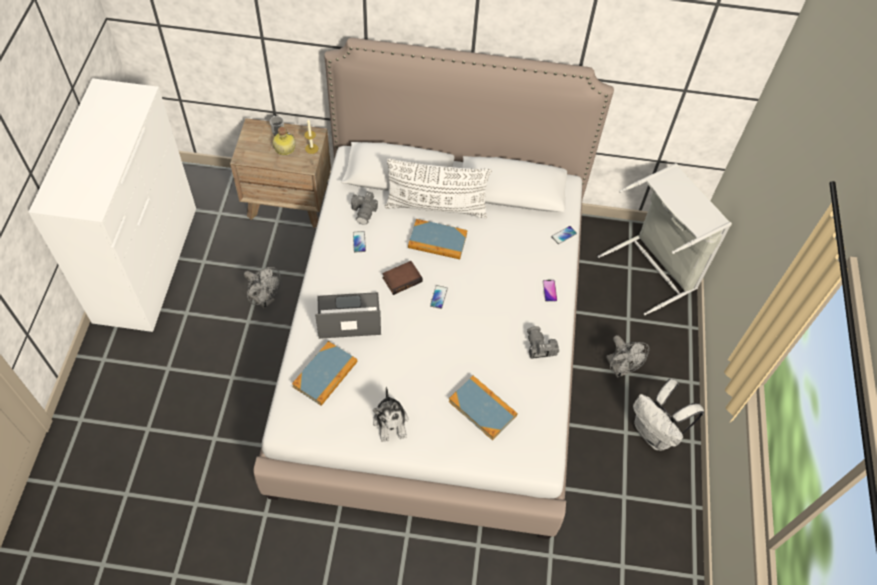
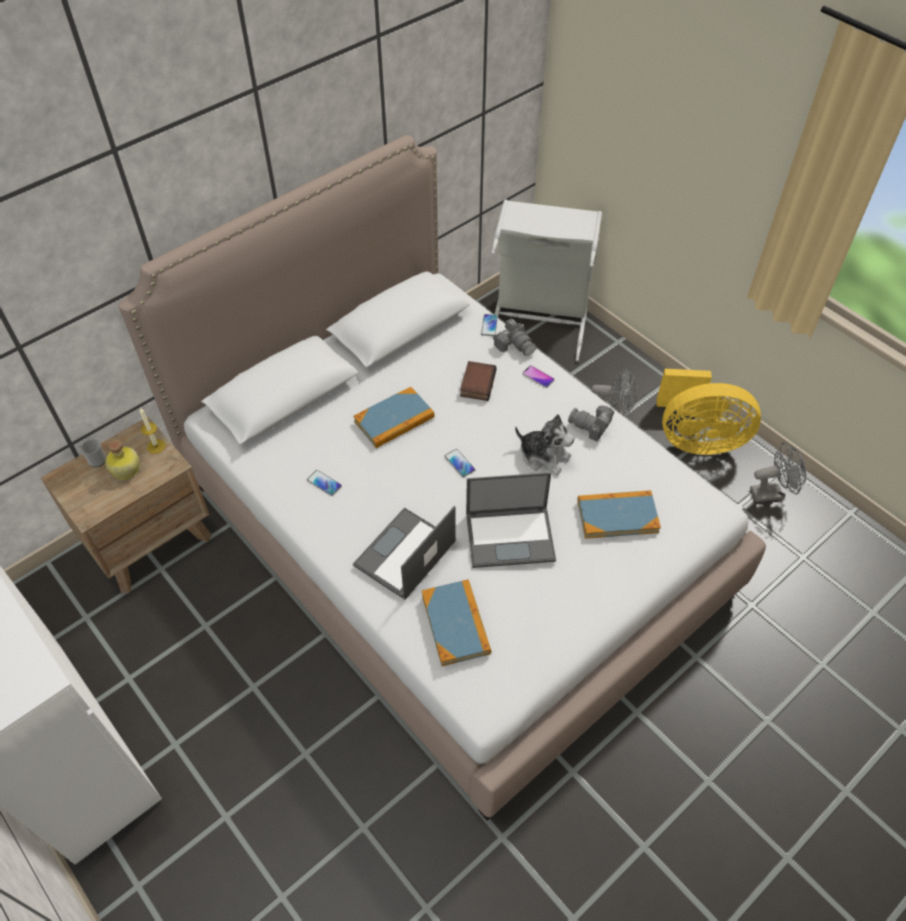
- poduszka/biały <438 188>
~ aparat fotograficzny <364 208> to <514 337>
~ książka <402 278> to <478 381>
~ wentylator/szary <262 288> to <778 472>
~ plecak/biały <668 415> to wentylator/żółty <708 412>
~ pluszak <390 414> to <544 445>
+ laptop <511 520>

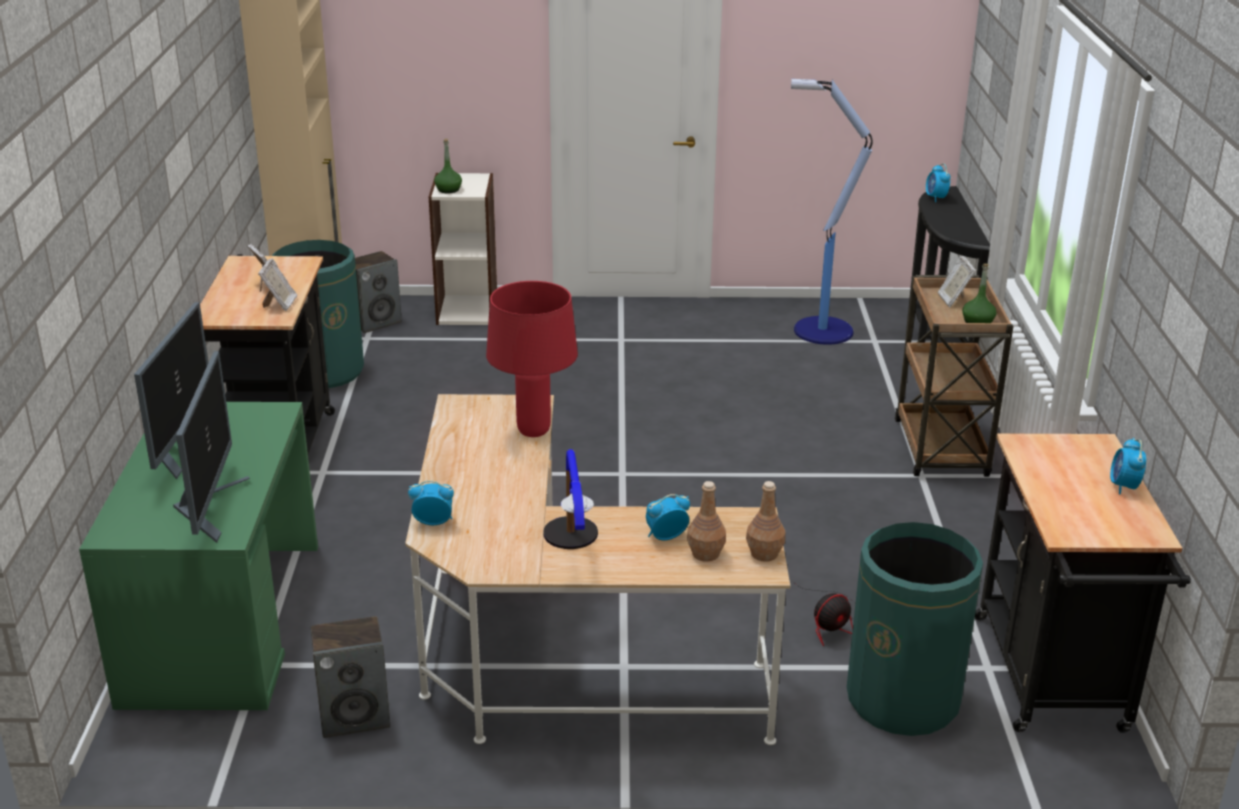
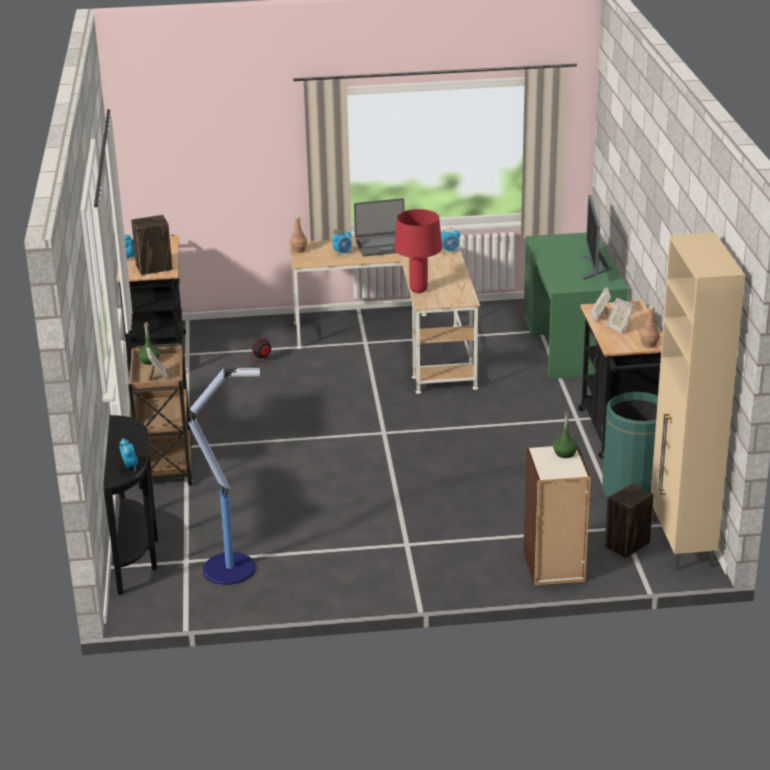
- monitor <211 447>
~ lampa stołowa <570 499> to laptop <379 227>
~ butelka/brązowy <706 521> to <650 326>
- kosz na śmieci/zielony <915 629>
~ głośnik <350 677> to <152 245>

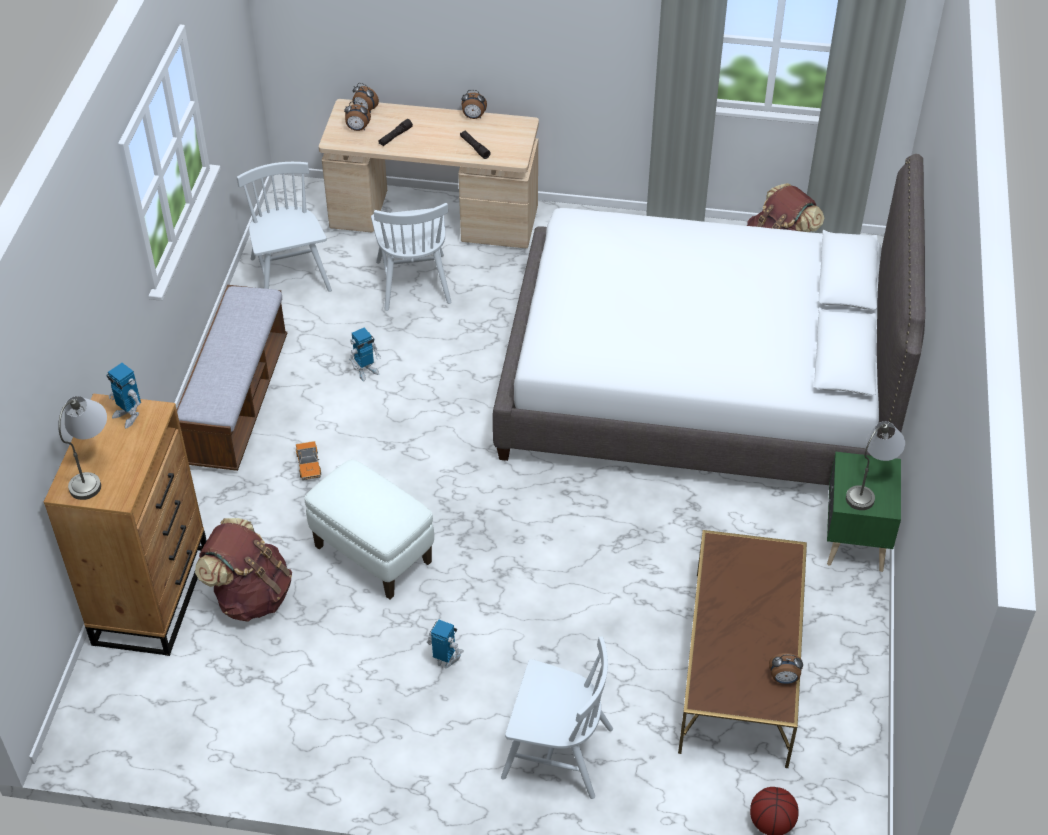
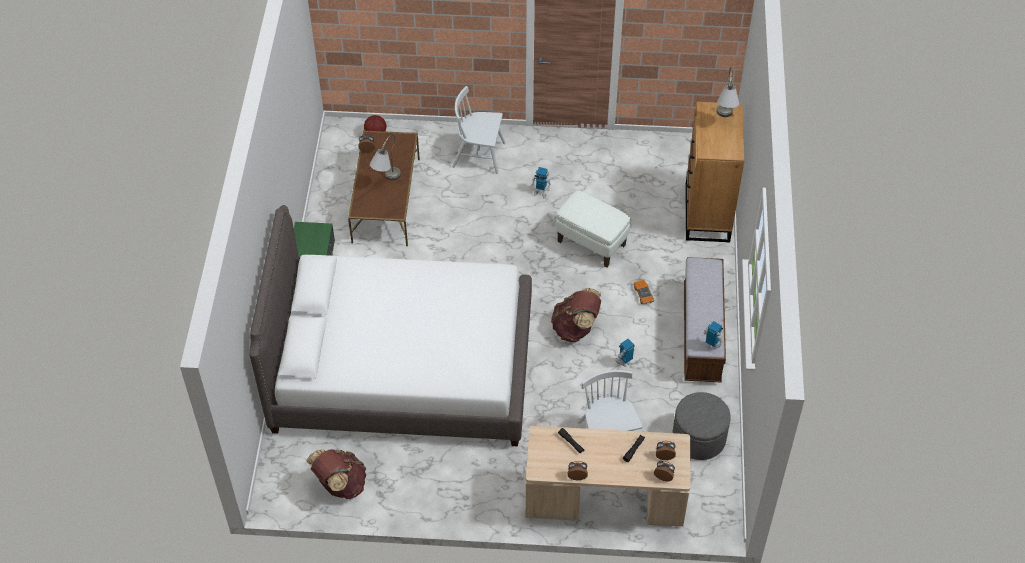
~ krzesło/biały <284 227> to pufa/szary <701 426>
~ robot zabawkowy <123 395> to <714 335>
~ lampa stołowa/szary <875 465> to <385 157>
~ plecak/brązowy <243 570> to <576 315>

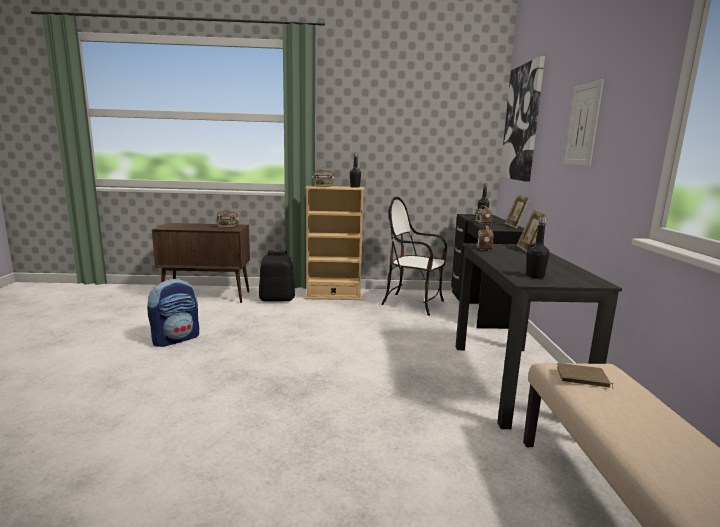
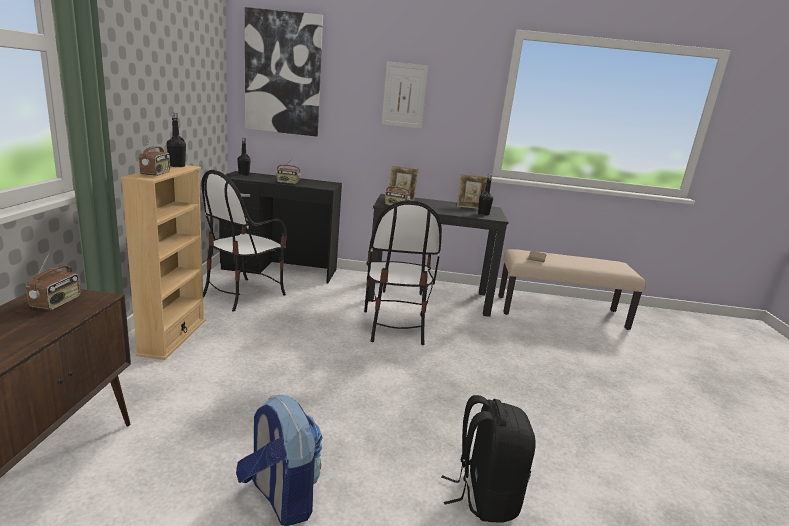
~ ramka na zdjęcie <517 211> to <472 191>
~ plecak/czarny <277 275> to <489 459>
+ krzesło <403 272>

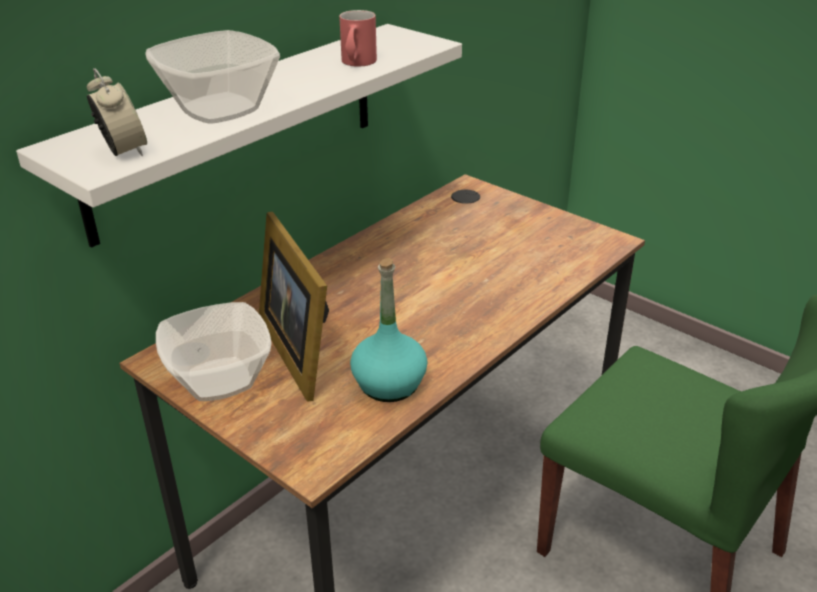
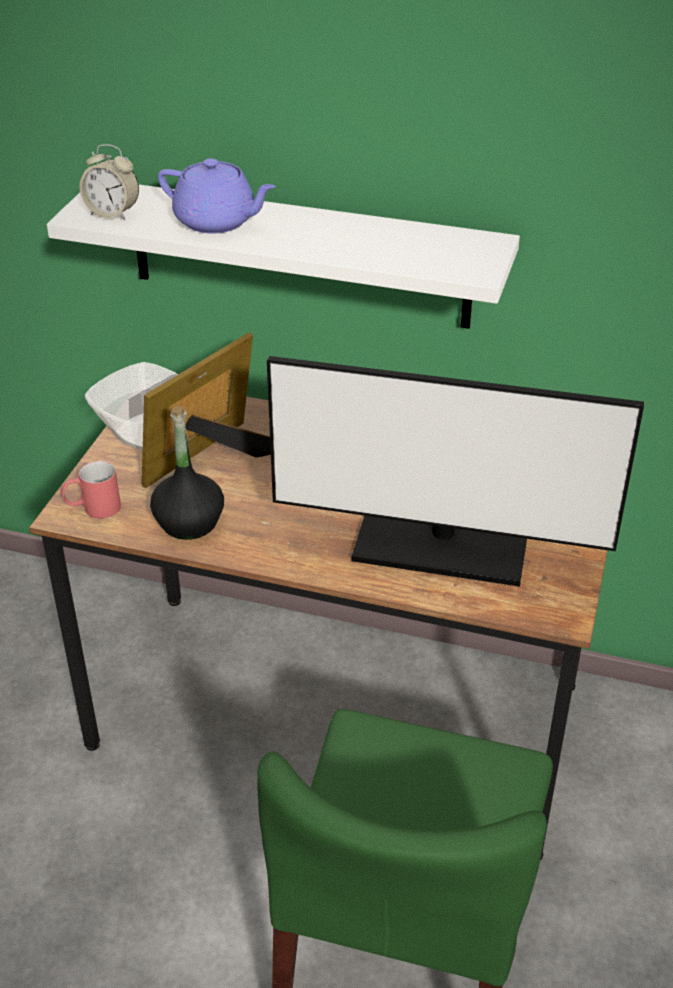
~ kubek/czerwony <358 38> to <91 490>
~ miska <213 77> to imbryk/fioletowy <217 196>
~ budzik <117 112> = <109 182> 75 degrees clockwise
~ butelka/turkusowy <389 330> to butelka/czarny <187 473>
+ monitor <455 471>

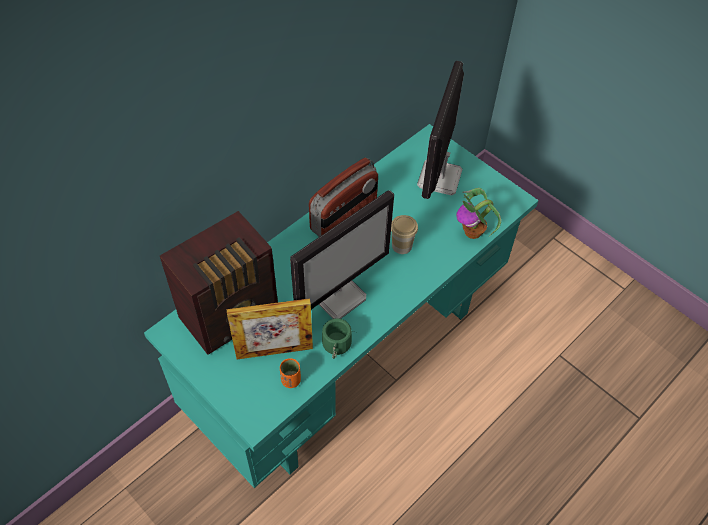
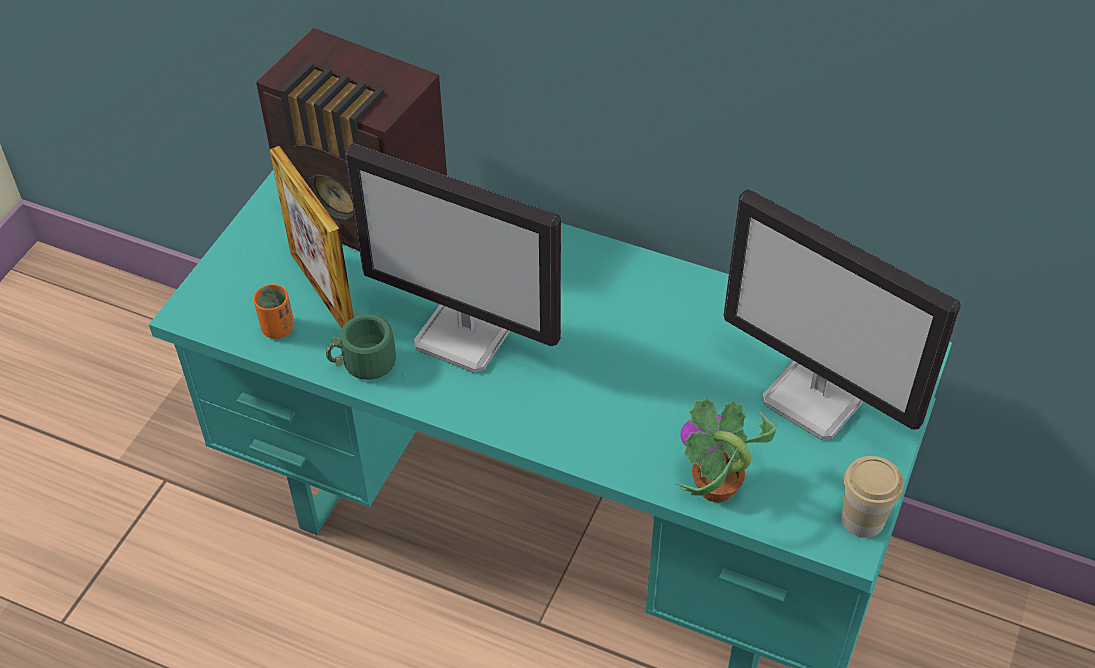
~ monitor <440 130> = <842 314> 135 degrees counterclockwise
- radio <343 197>
~ filiżanka <404 234> to <872 497>

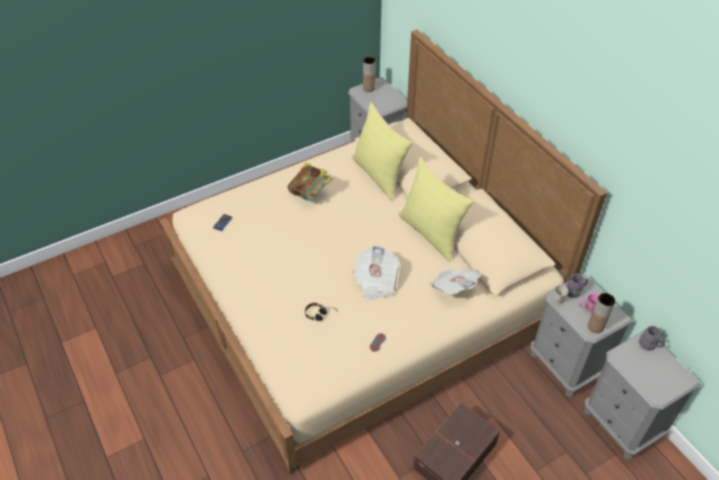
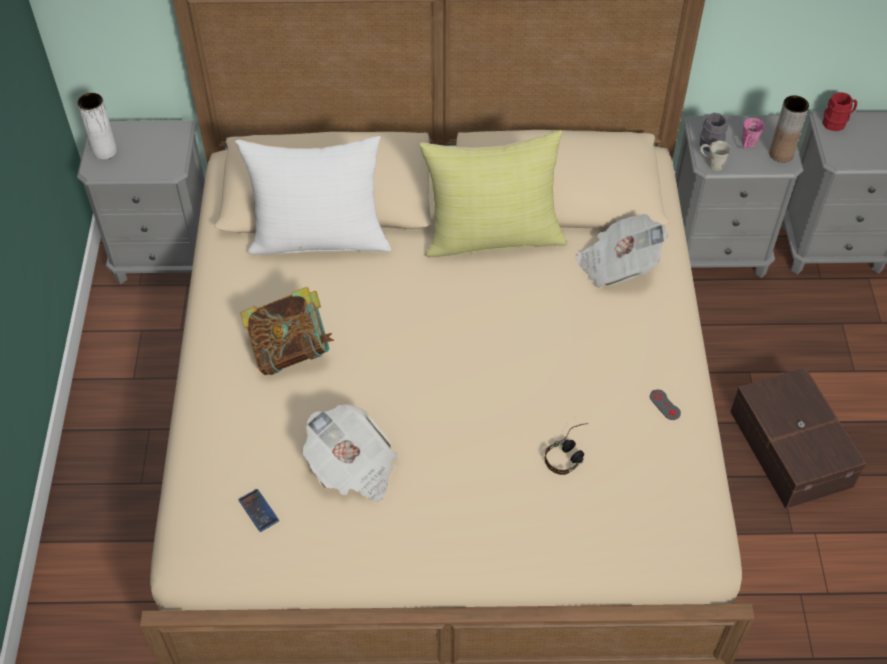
~ wazon/brązowy <369 74> to wazon/biały <97 126>
~ poduszka/żółty <382 152> to poduszka/biały <313 195>
~ gazeta <377 273> to <350 453>
~ kubek/szary <652 338> to kubek/czerwony <839 111>

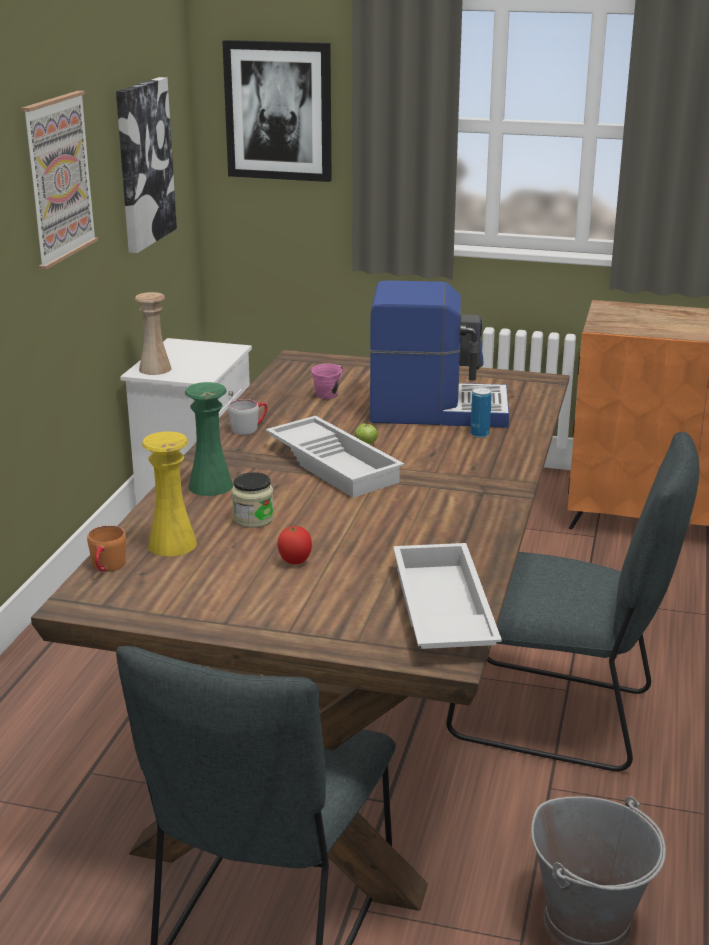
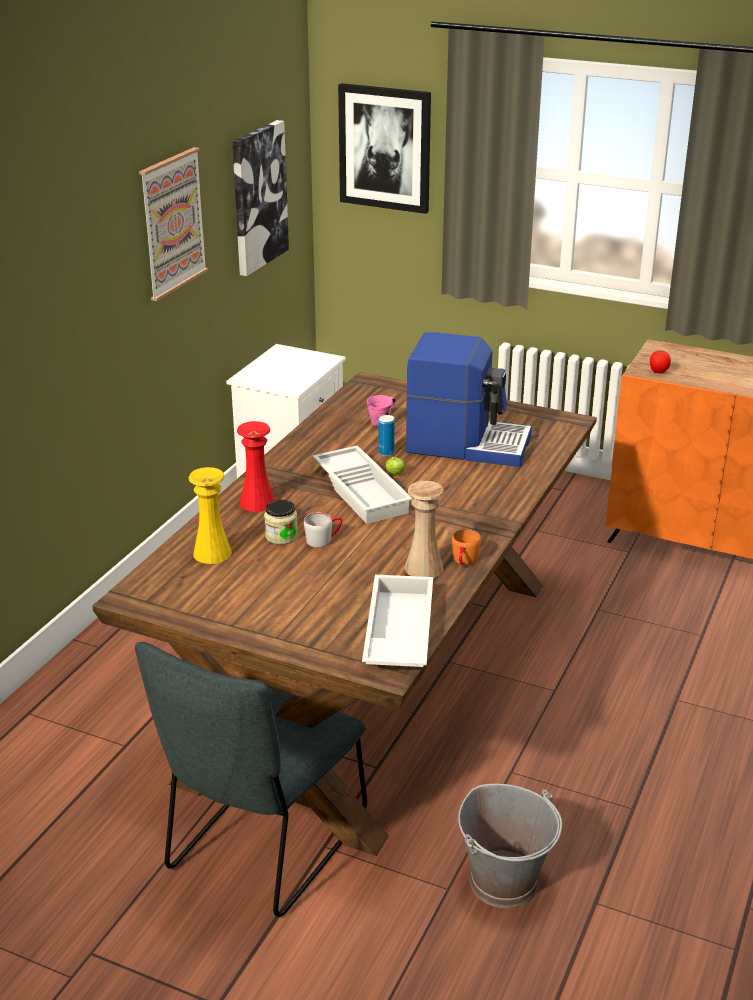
~ wazon/beżowy <153 333> to <424 529>
~ wazon/zielony <209 439> to wazon/czerwony <256 466>
~ puszka <481 412> to <386 435>
~ kubek/szary <248 417> to <323 530>
- krzesło/szary <573 601>
~ kubek/pomarańczowy <106 548> to <466 547>
~ pomidor <294 545> to <660 361>

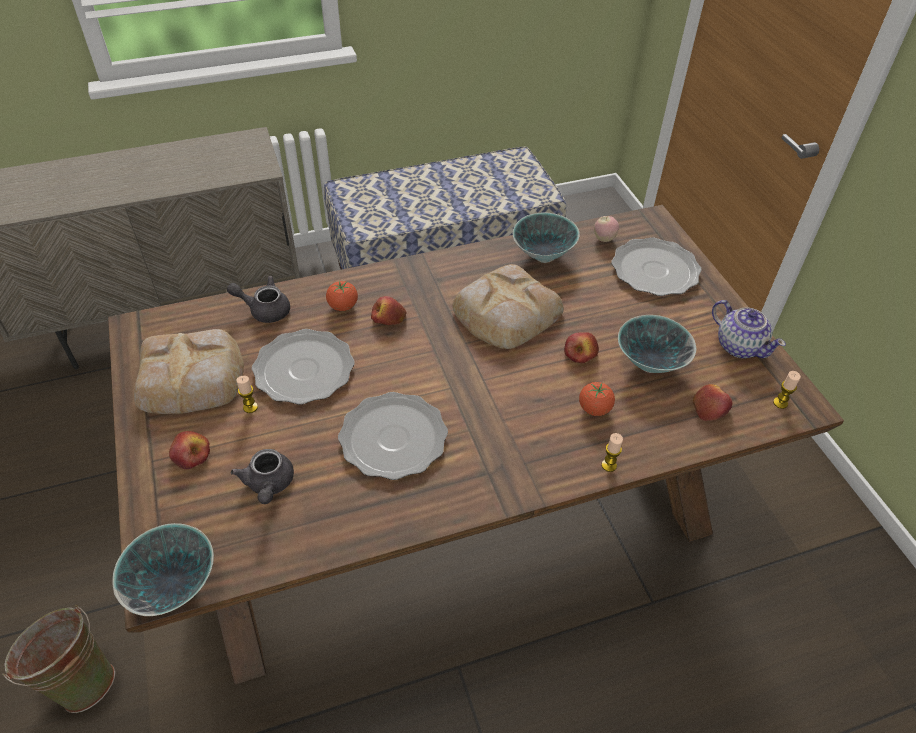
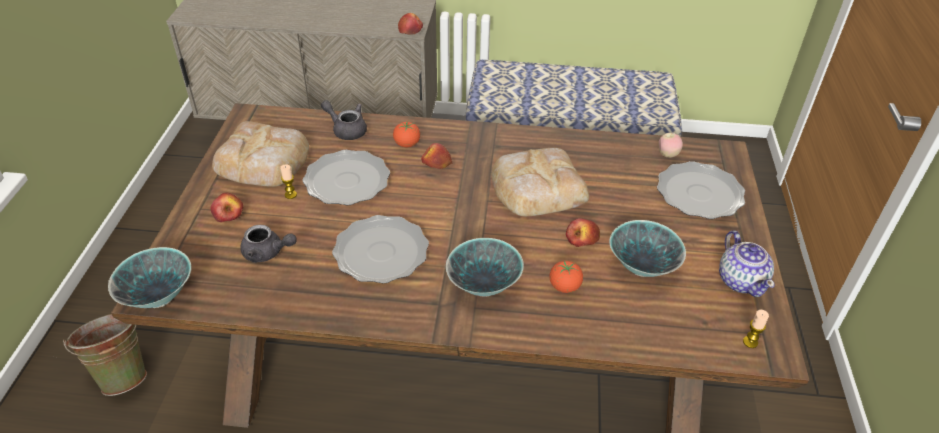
~ miska <546 238> to <485 267>
~ jabłko <712 402> to <410 24>
- świeca <612 452>
~ imbryk/szary <262 476> = <268 244> 90 degrees counterclockwise

